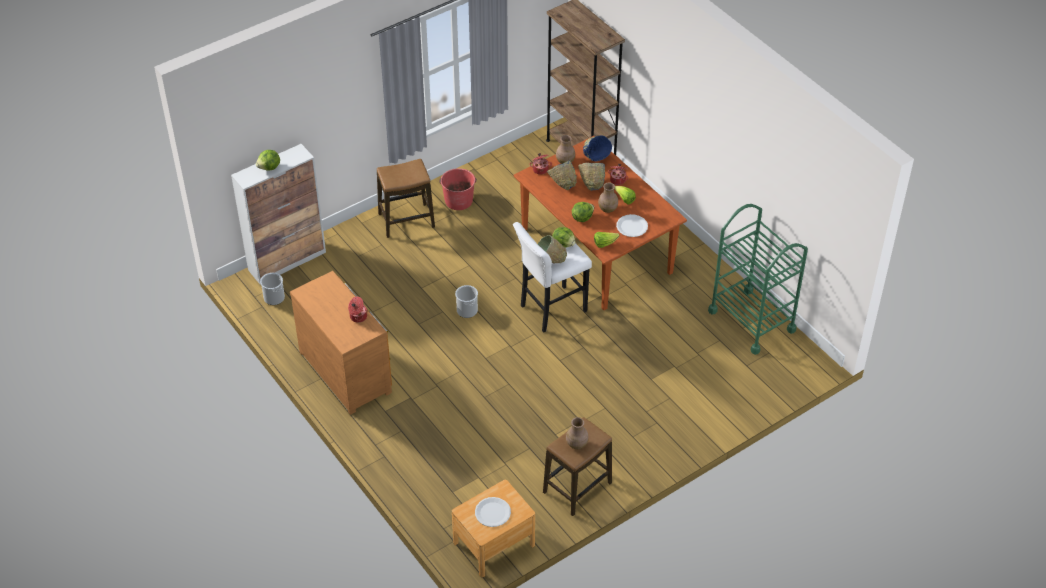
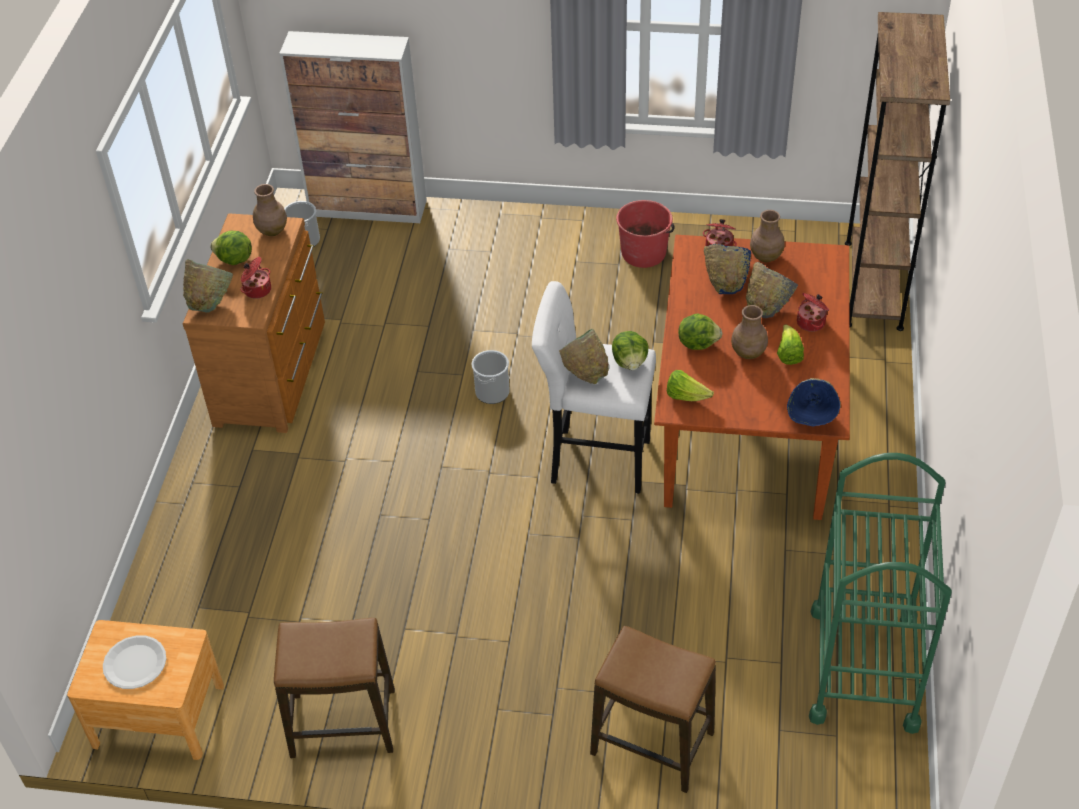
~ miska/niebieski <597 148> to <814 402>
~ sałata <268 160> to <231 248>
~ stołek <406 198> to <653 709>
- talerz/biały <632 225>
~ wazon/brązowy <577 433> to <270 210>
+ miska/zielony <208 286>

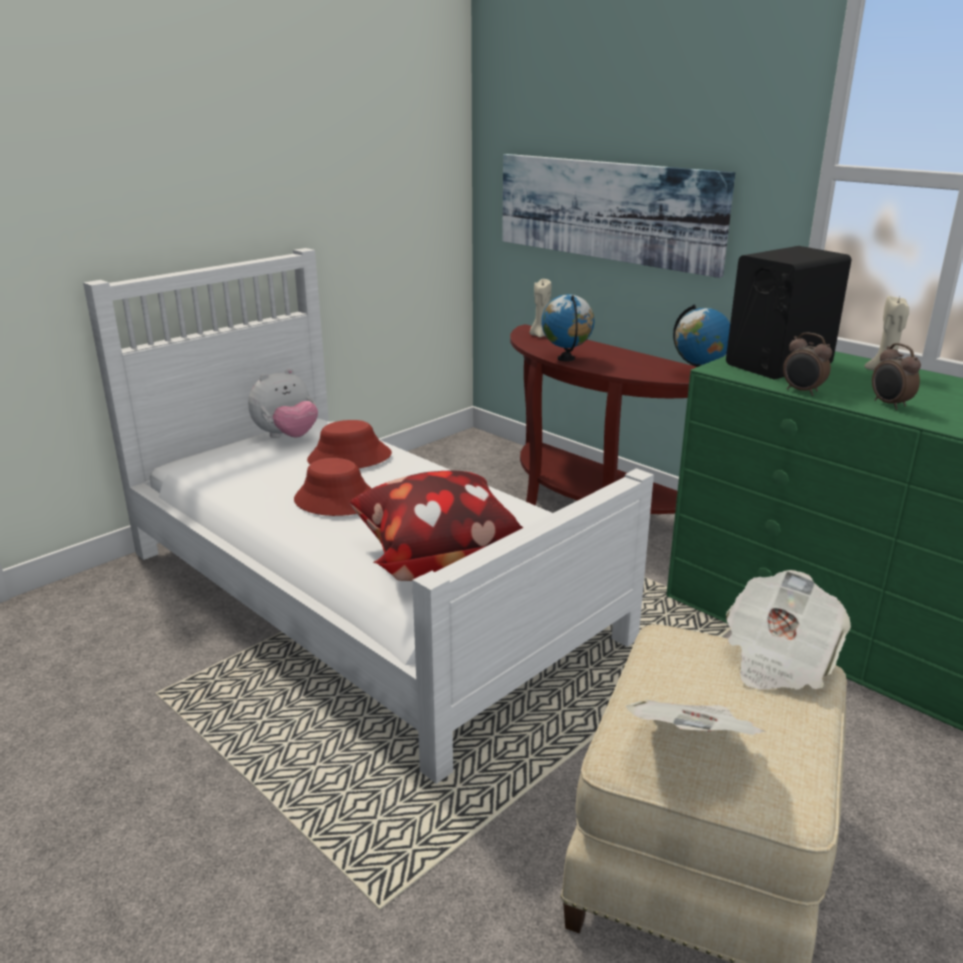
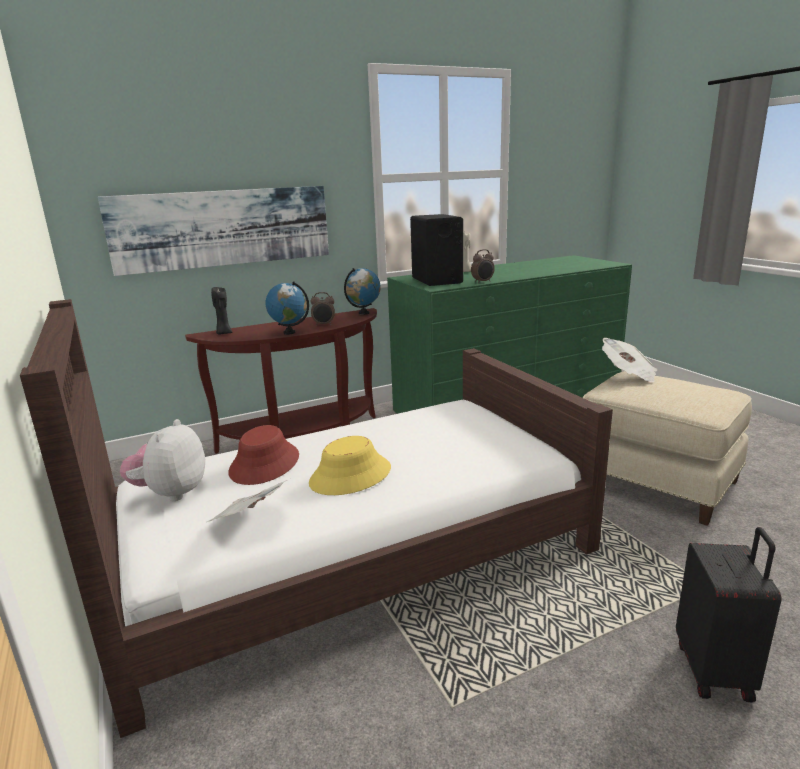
~ łóżko/biały <368 516> to łóżko/brązowy <316 518>
~ świeca/beżowy <540 308> to świeca/czarny <221 311>
~ budzik <896 376> to <323 309>
~ pluszak <283 403> = <162 460> 150 degrees counterclockwise
~ kapelusz/czerwony <333 487> to kapelusz/żółty <350 465>
- poduszka <436 526>
~ gazeta <696 717> to <247 501>
+ walizka/czarny <728 614>

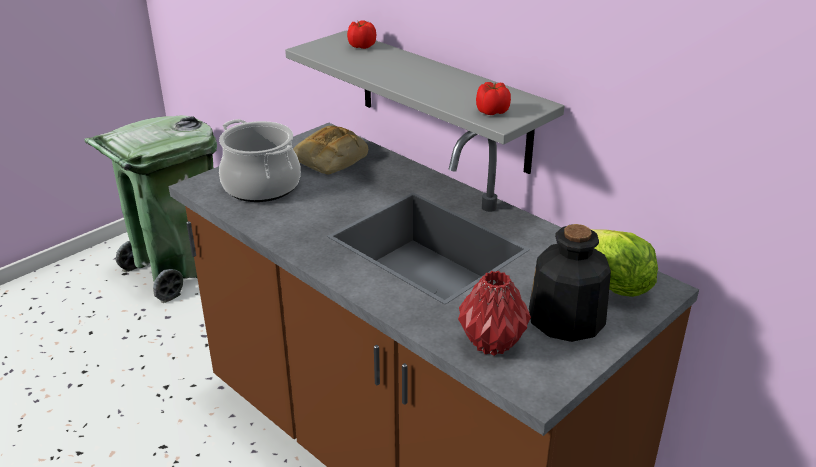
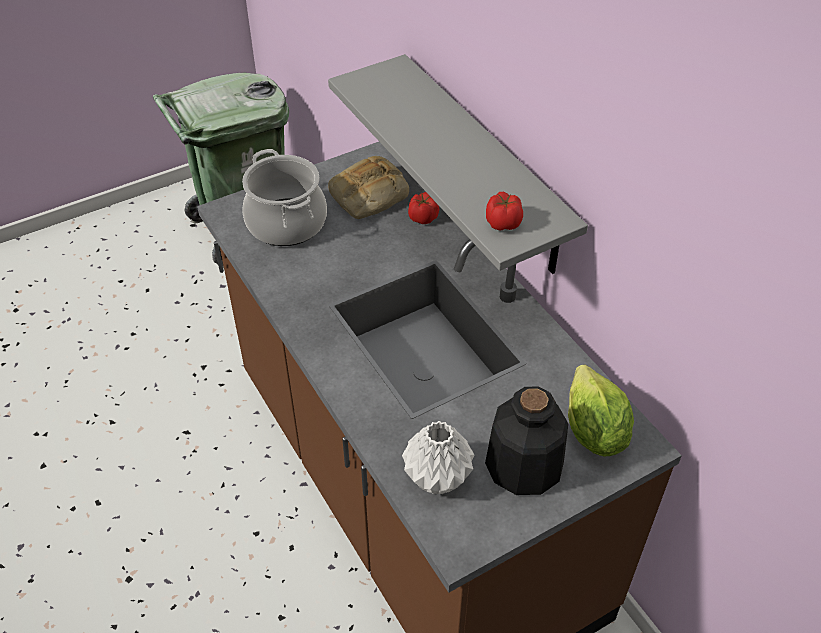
~ pomidor <361 34> to <423 208>
~ wazon/czerwony <494 313> to wazon/biały <438 457>

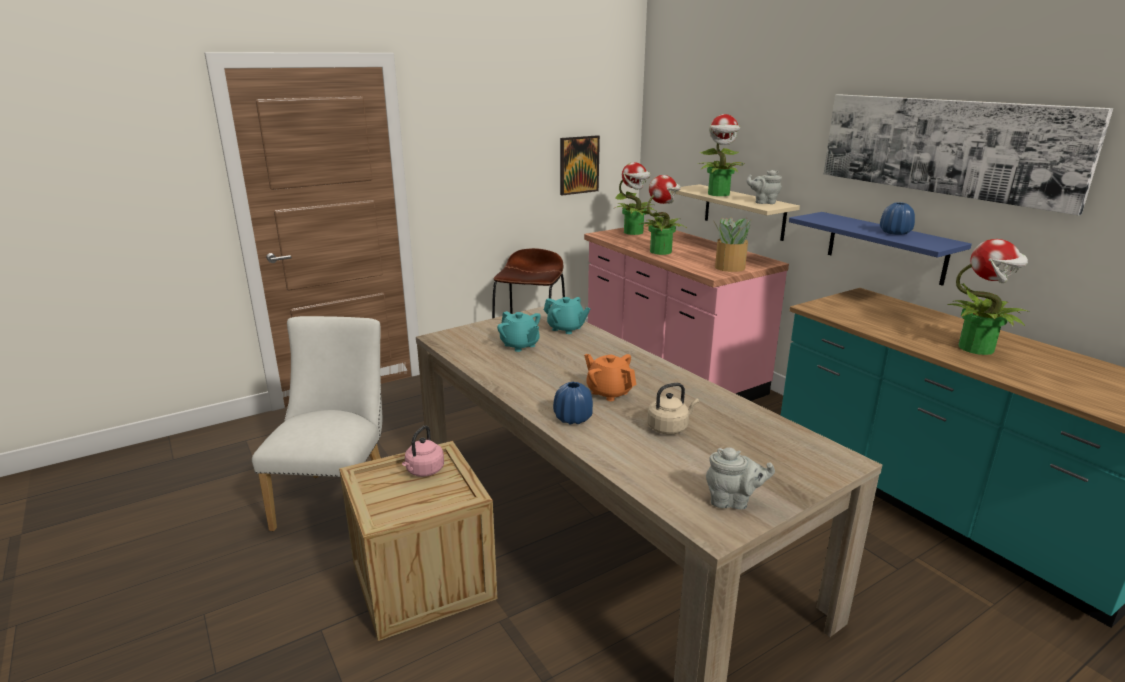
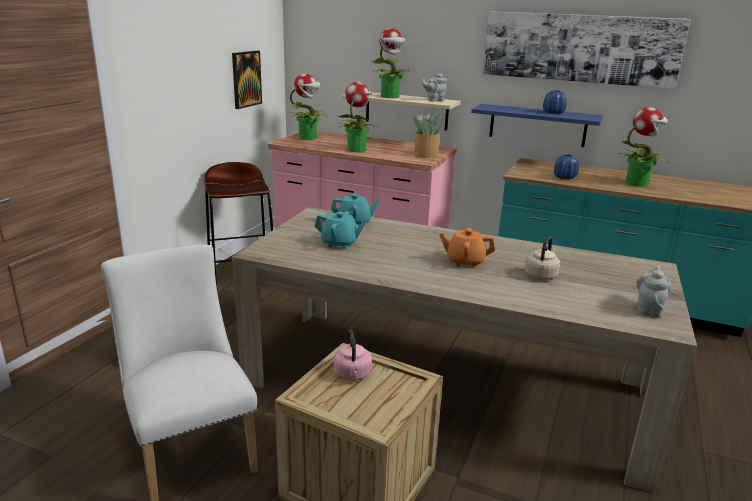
~ wazon/niebieski <573 403> to <566 166>
~ imbryk/szary <740 478> = <653 291> 45 degrees counterclockwise

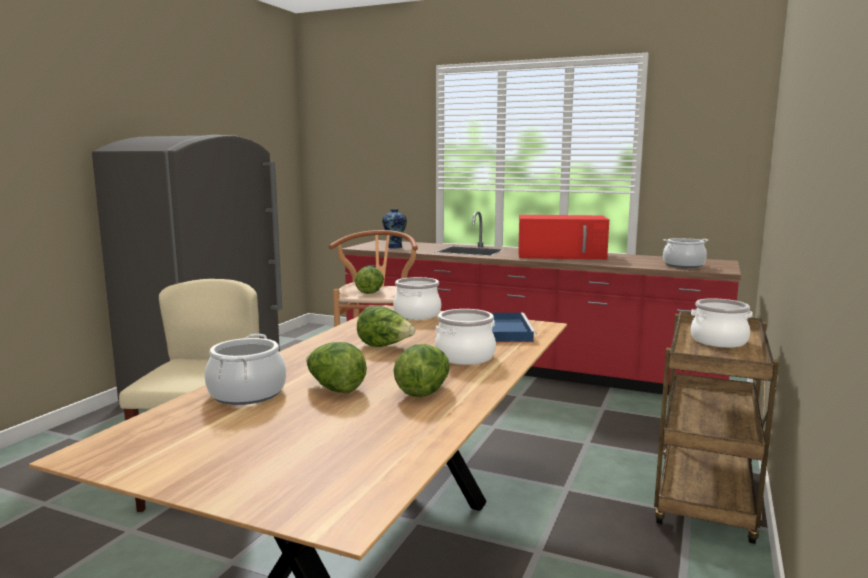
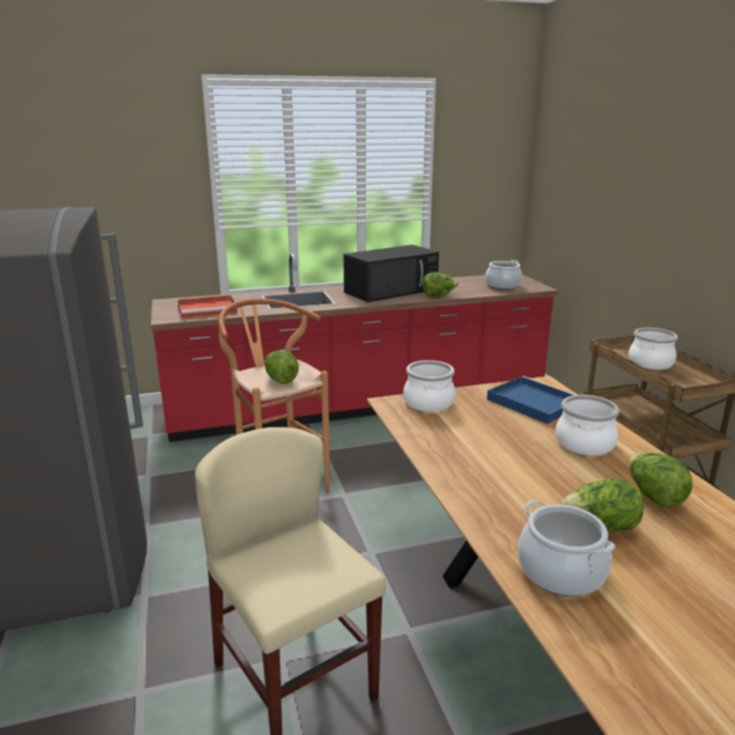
~ wazon <394 229> to taca/czerwony <208 307>
~ mikrofalówka/czerwony <563 237> to mikrofalówka/czarny <391 273>
~ sałata <386 326> to <440 285>

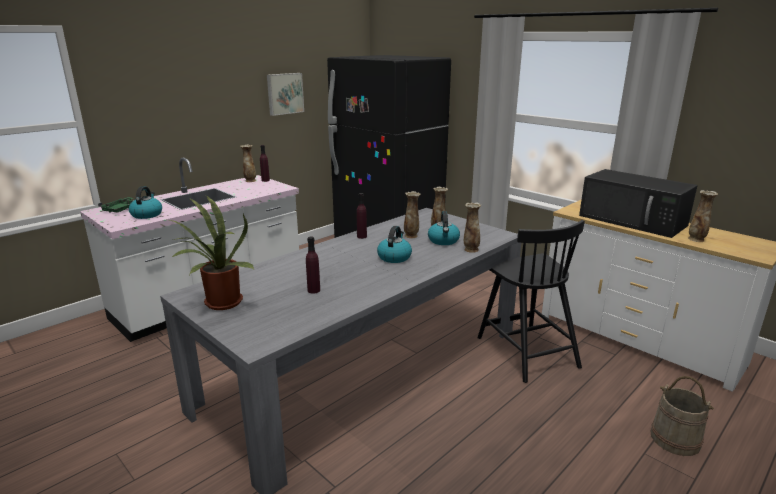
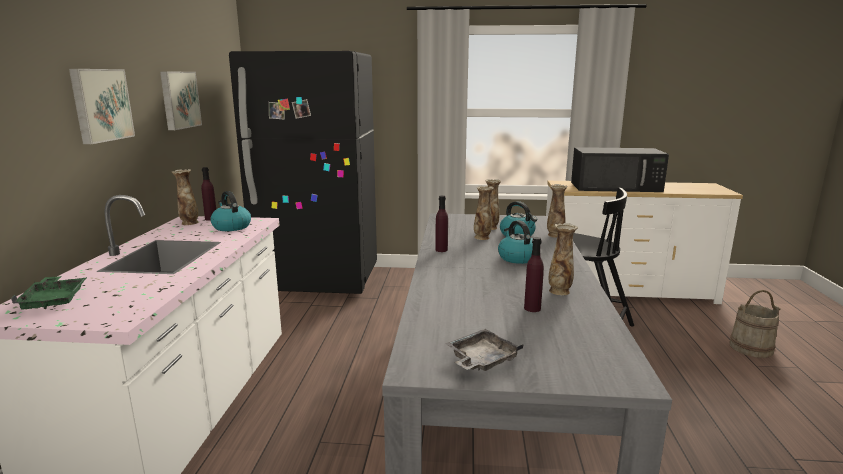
~ czajnik <145 202> to <230 211>
~ wazon <703 216> to <563 259>
~ roślina doniczkowa <212 253> to taca/szary <484 350>
+ obraz <102 106>

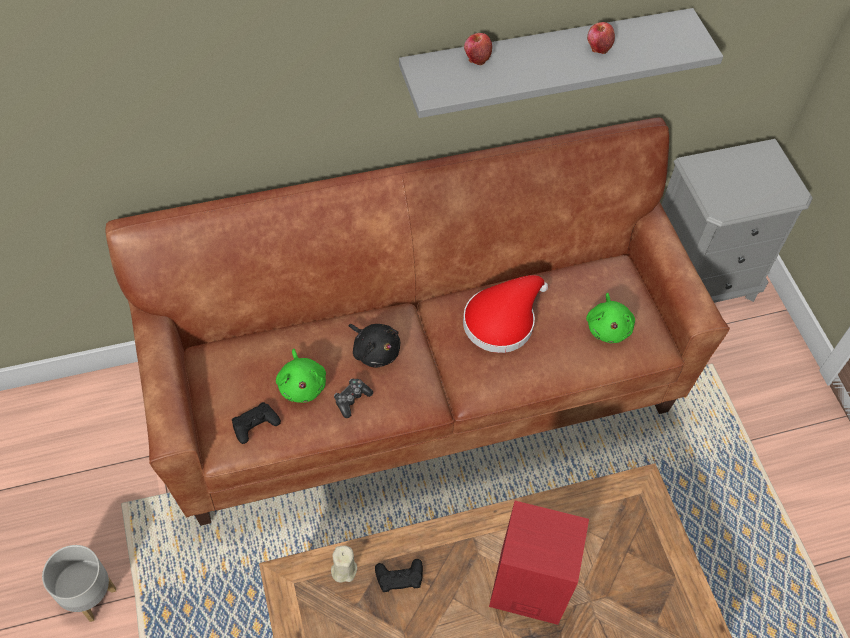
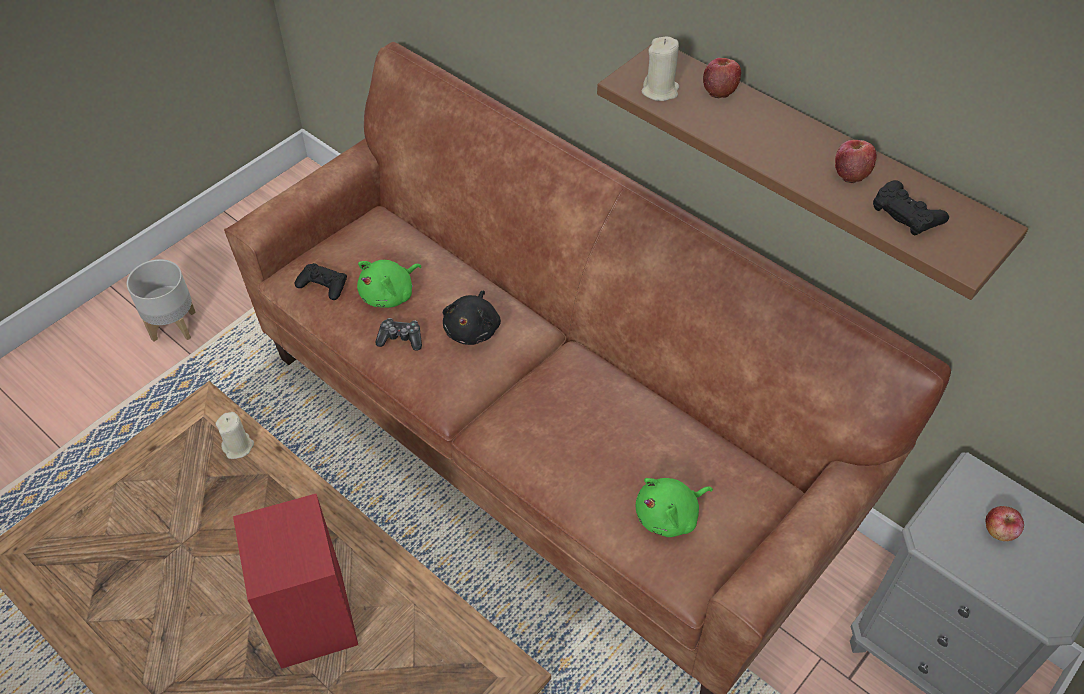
~ półka/szary <561 63> to półka/brązowy <812 172>
- kapelusz/czerwony <505 314>
~ pad do gier/czarny <399 575> to <911 208>
+ świeca/beżowy <660 68>
+ jabłko <1005 523>

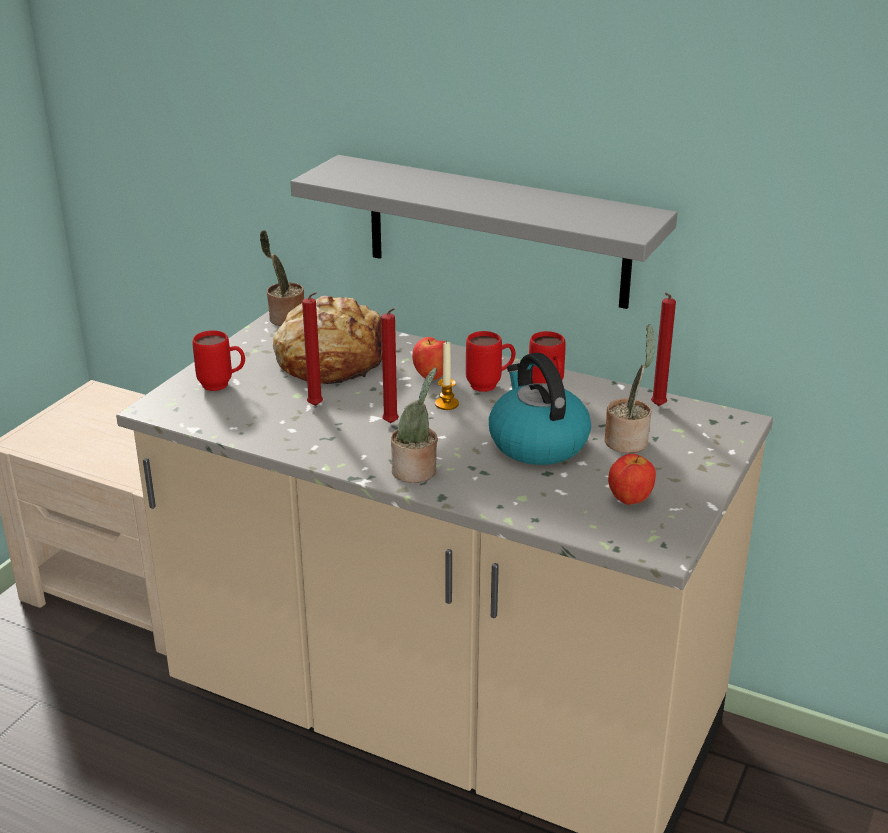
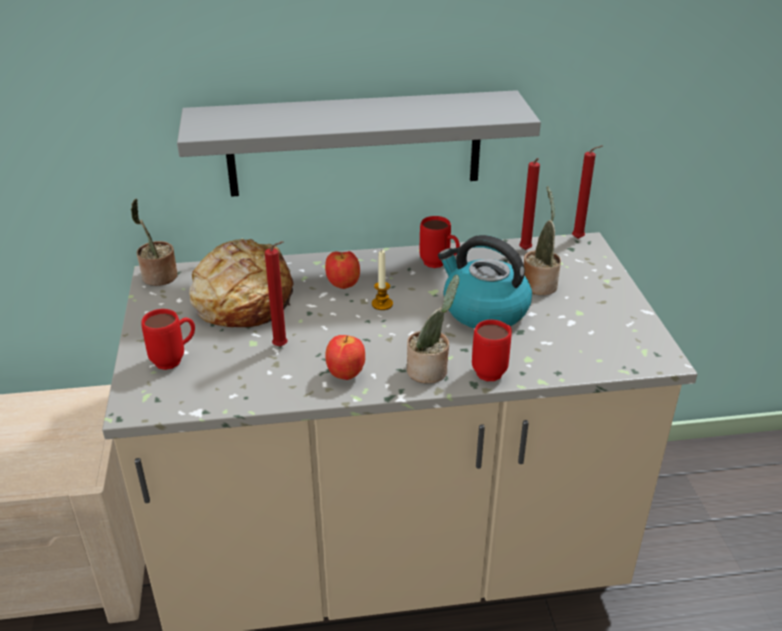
~ świeca/czerwony <390 365> to <587 192>
~ kubek/czerwony <491 361> to <492 350>
~ jabłko <632 479> to <345 357>

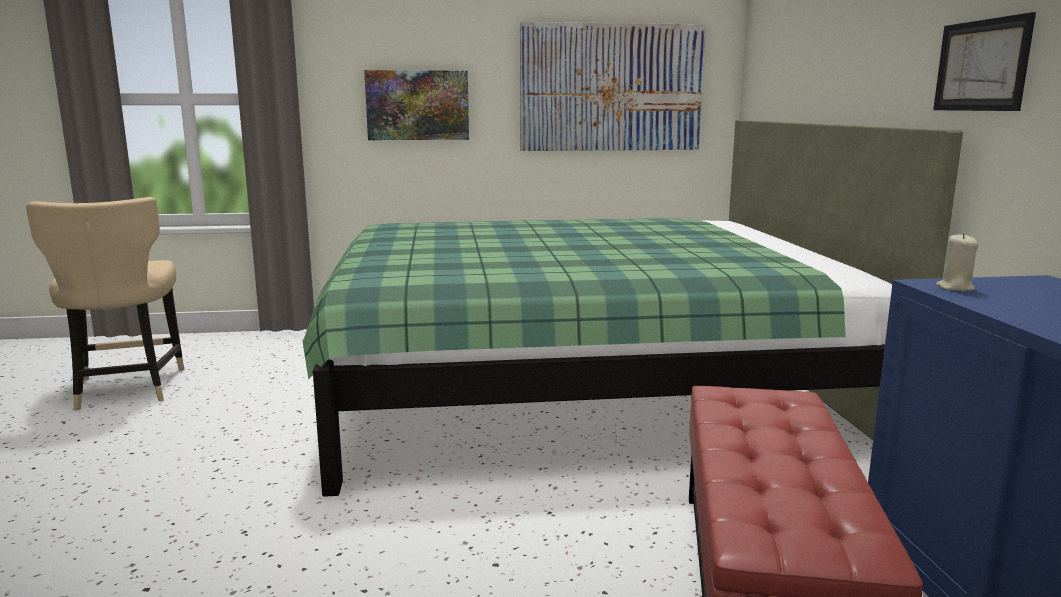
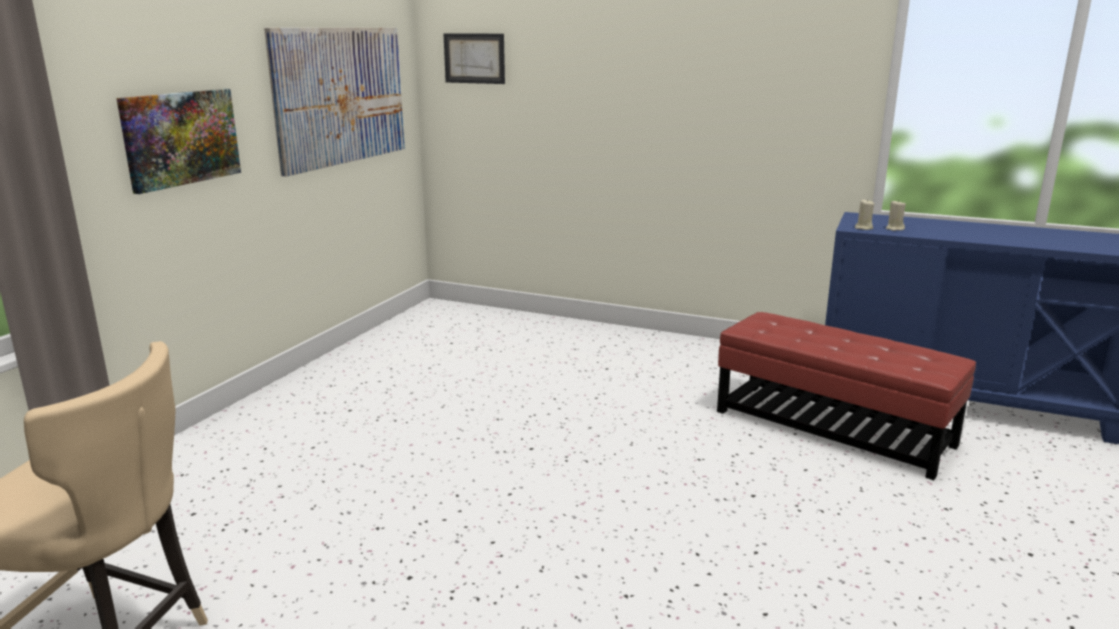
~ obraz <984 61> to <474 58>
- łóżko/zielony <633 308>
+ świeca/beżowy <896 216>

